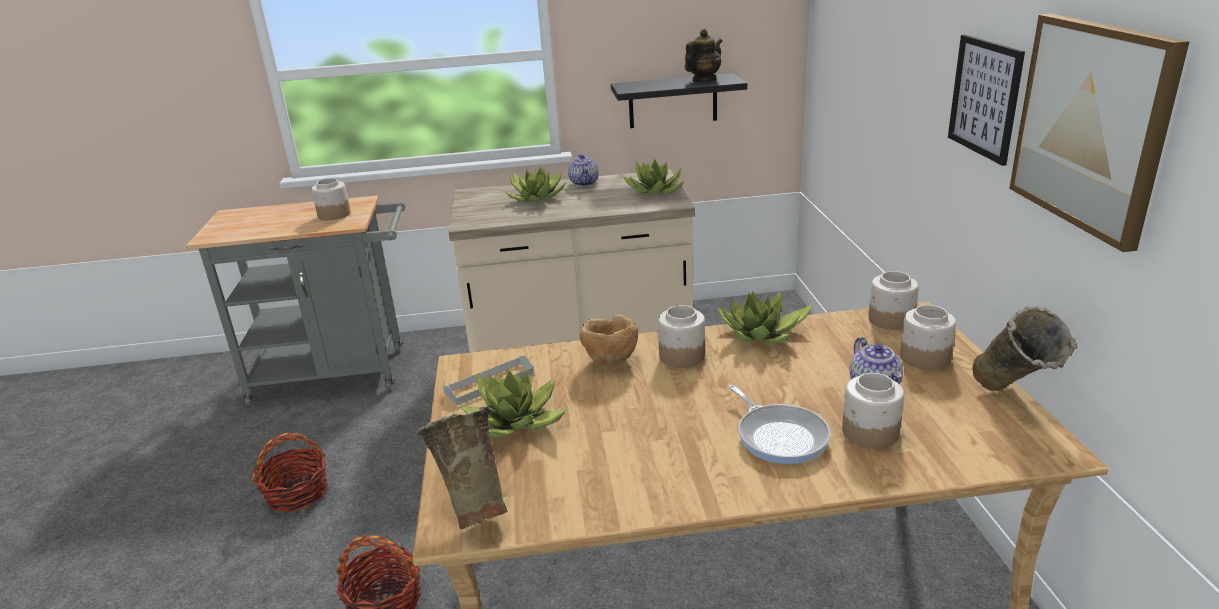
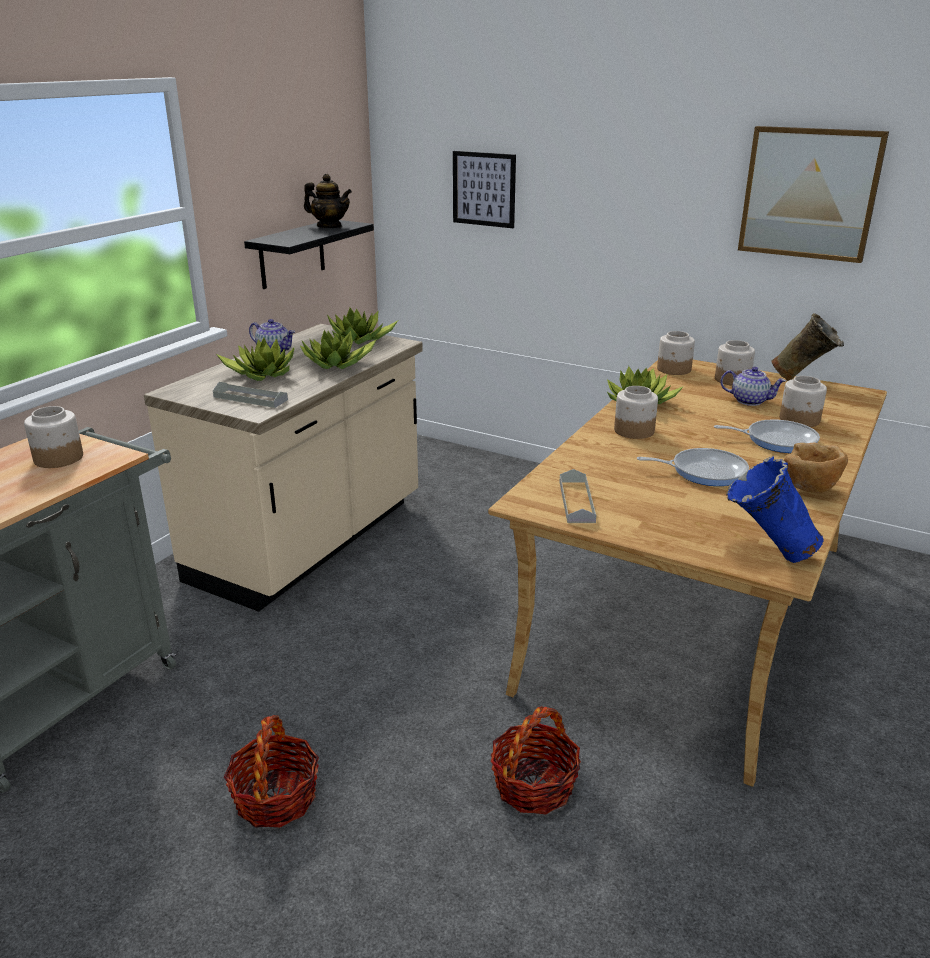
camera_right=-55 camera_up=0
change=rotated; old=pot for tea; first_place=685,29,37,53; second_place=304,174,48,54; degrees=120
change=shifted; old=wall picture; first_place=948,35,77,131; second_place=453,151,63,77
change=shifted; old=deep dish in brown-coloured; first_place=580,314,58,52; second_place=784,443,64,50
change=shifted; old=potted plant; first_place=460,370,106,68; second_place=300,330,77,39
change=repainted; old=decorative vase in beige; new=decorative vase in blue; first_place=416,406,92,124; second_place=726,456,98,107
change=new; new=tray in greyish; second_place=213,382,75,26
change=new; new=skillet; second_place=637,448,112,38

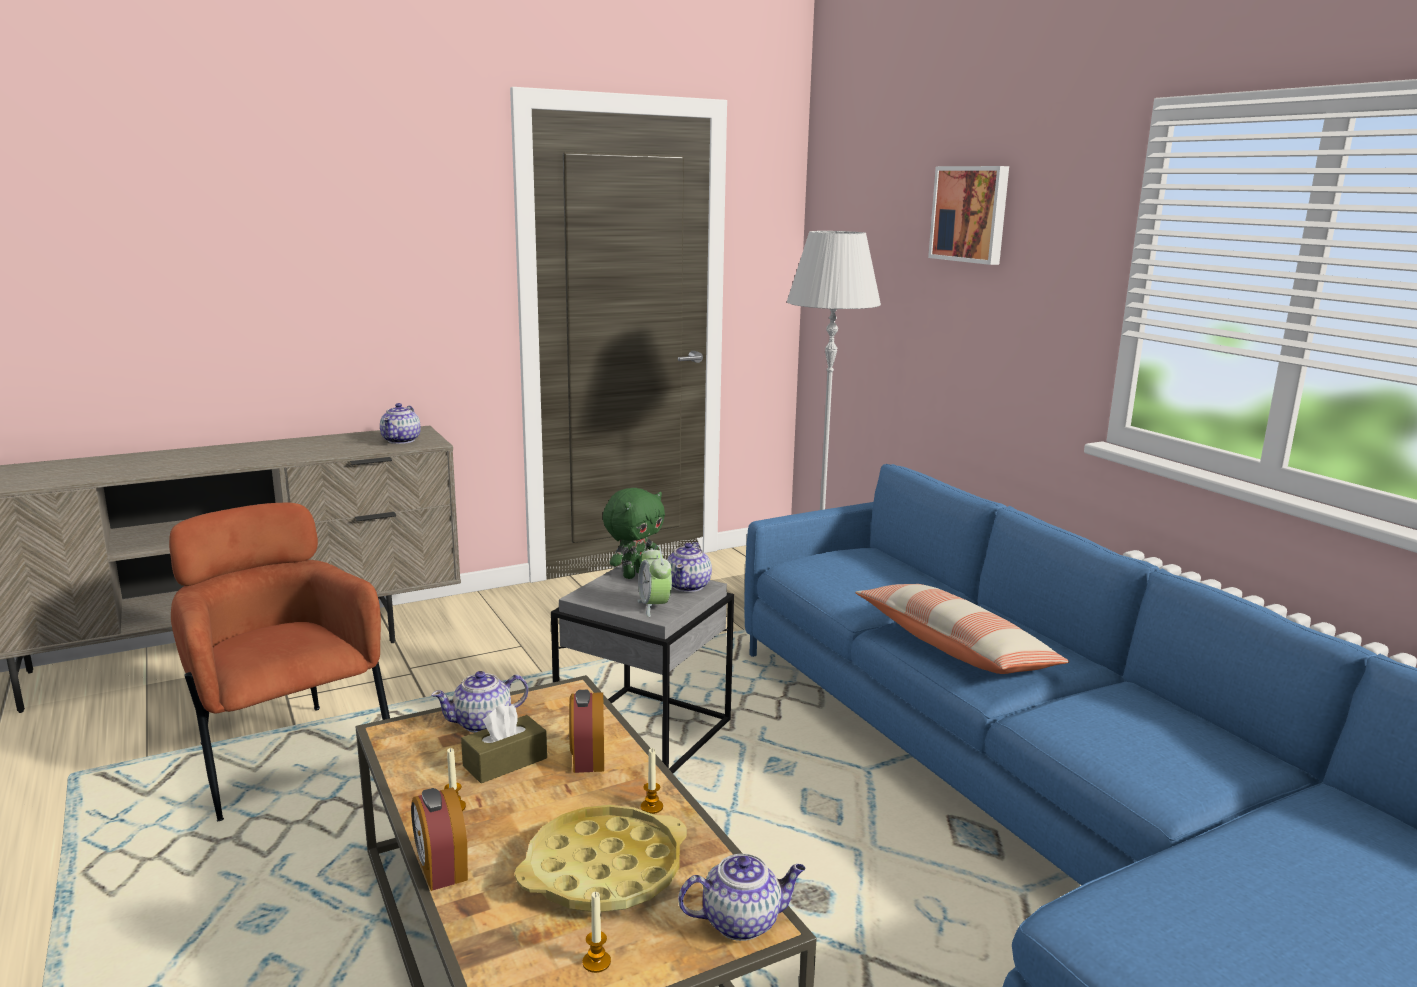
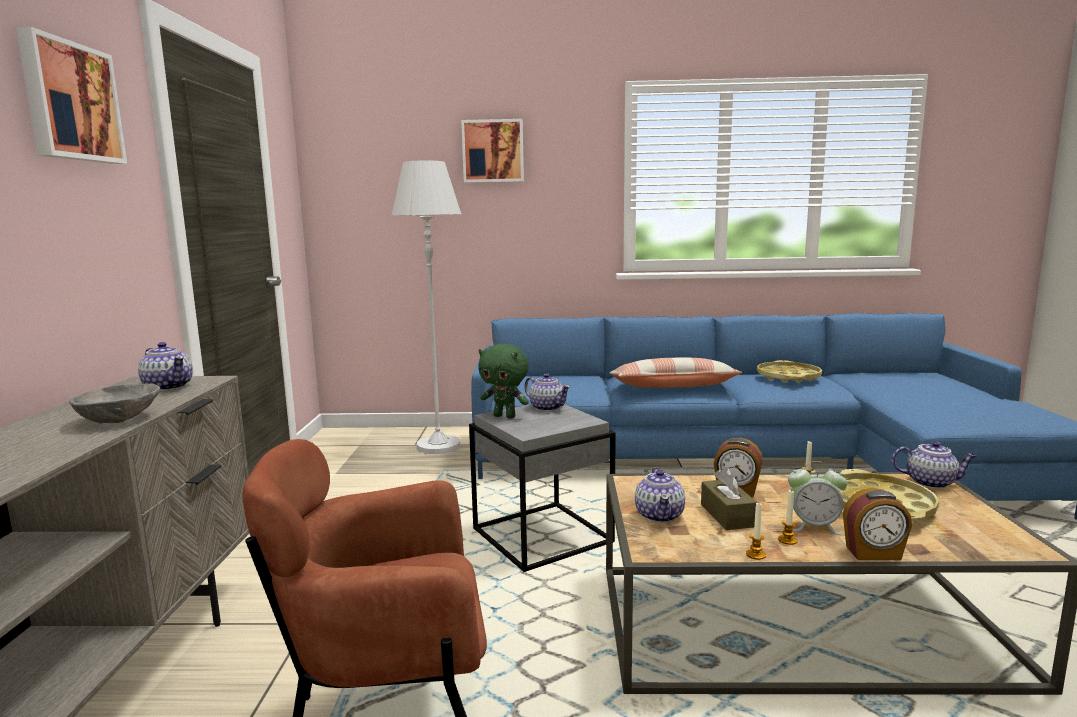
camera_right=-60 camera_up=-5
change=rotated; old=plush toy in green; first_place=603,488,62,91; second_place=478,344,51,75; degrees=135
change=shifted; old=bedside clock; first_place=637,545,35,72; second_place=788,461,59,74
change=rotated; old=pot for tea; first_place=678,854,127,87; second_place=892,441,84,47; degrees=90
change=shifted; old=wax light; first_place=583,892,28,81; second_place=746,503,20,57
change=new; new=wall picture; second_place=16,27,111,137
change=new; new=tray in yellow-coloured; second_place=757,360,65,22
change=new; new=deep dish in greyish; second_place=69,384,91,40

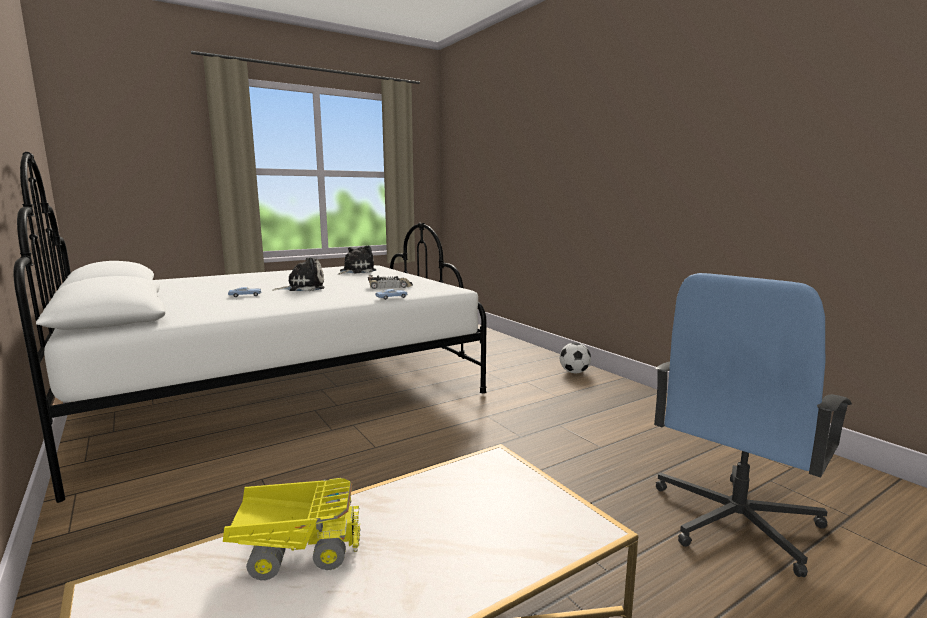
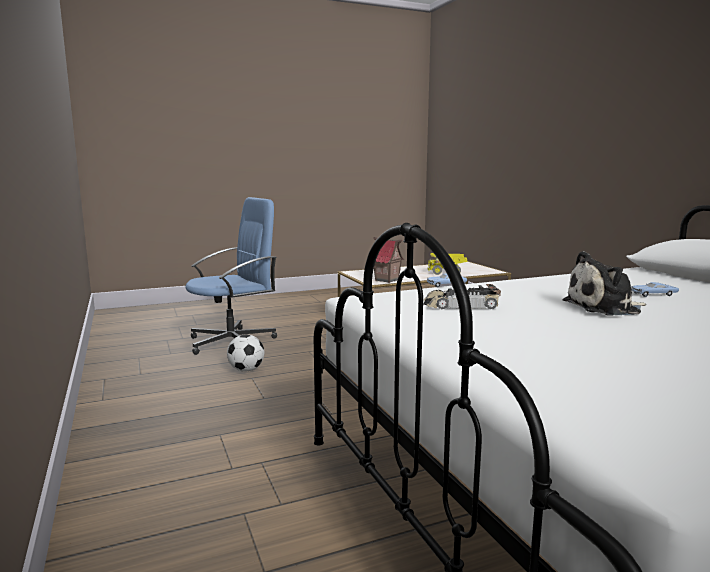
camera_right=-170 camera_up=0
change=gone; old=plush toy; first_place=338,245,38,30
change=shifted; old=football; first_place=560,343,31,30; second_place=227,334,37,38
change=new; new=model house; second_place=374,237,30,46

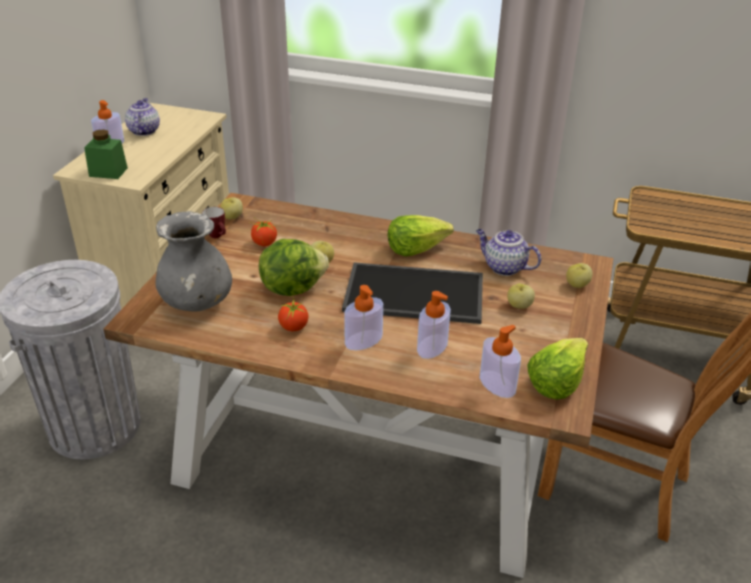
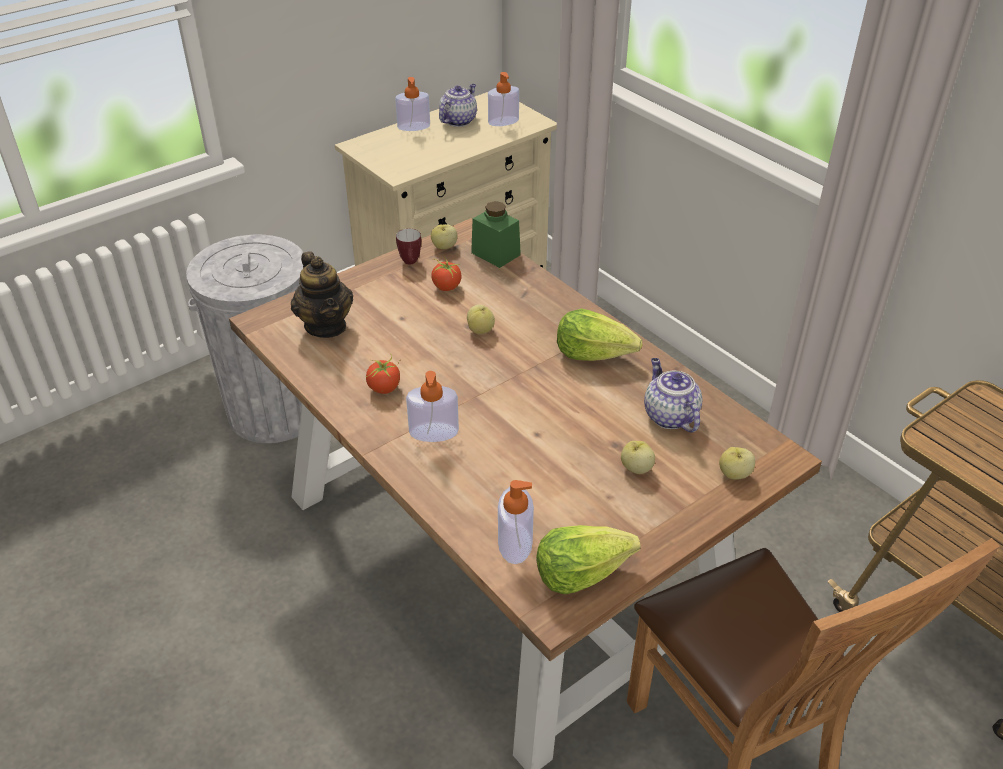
camera_right=35 camera_up=5
change=shifted; old=jar in green; first_place=84,129,44,50; second_place=471,201,50,67
change=swapped; old=decorative vase in greyish; new=pot for tea; first_place=155,211,77,101; second_place=291,251,62,87
change=gone; old=lettuce head; first_place=259,239,70,57
change=gone; old=tray; first_place=342,262,141,62
change=shifted; old=liquid soap bottle; first_place=417,291,34,68; second_place=488,72,31,54

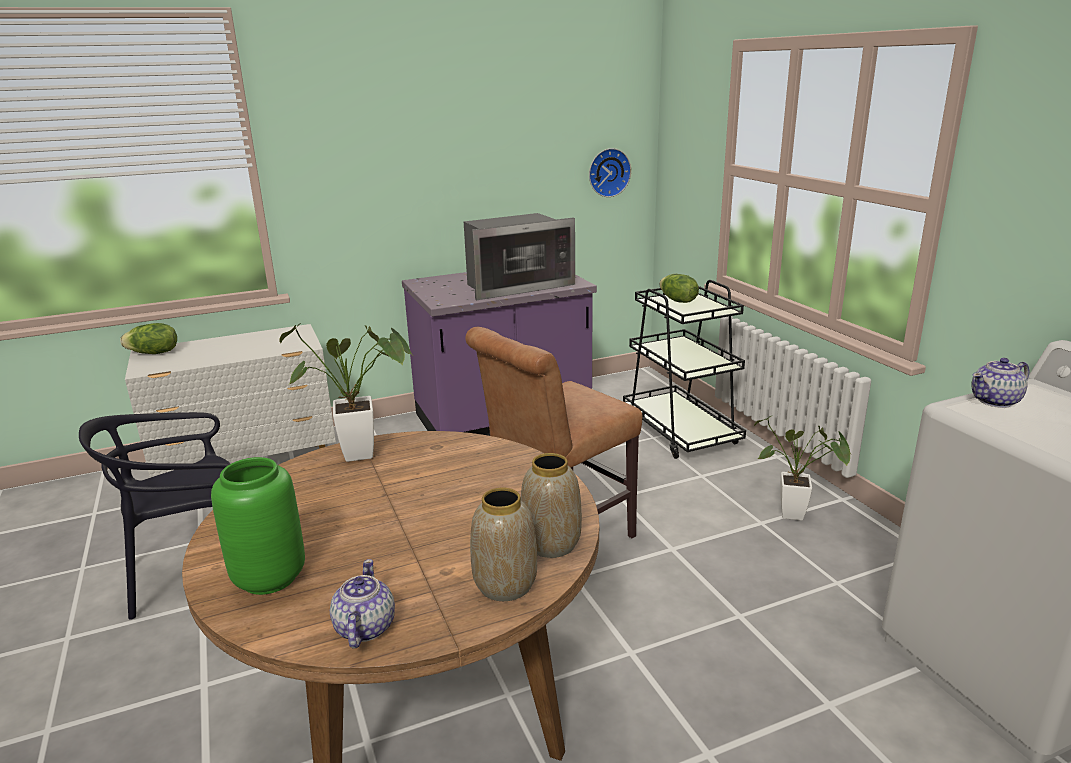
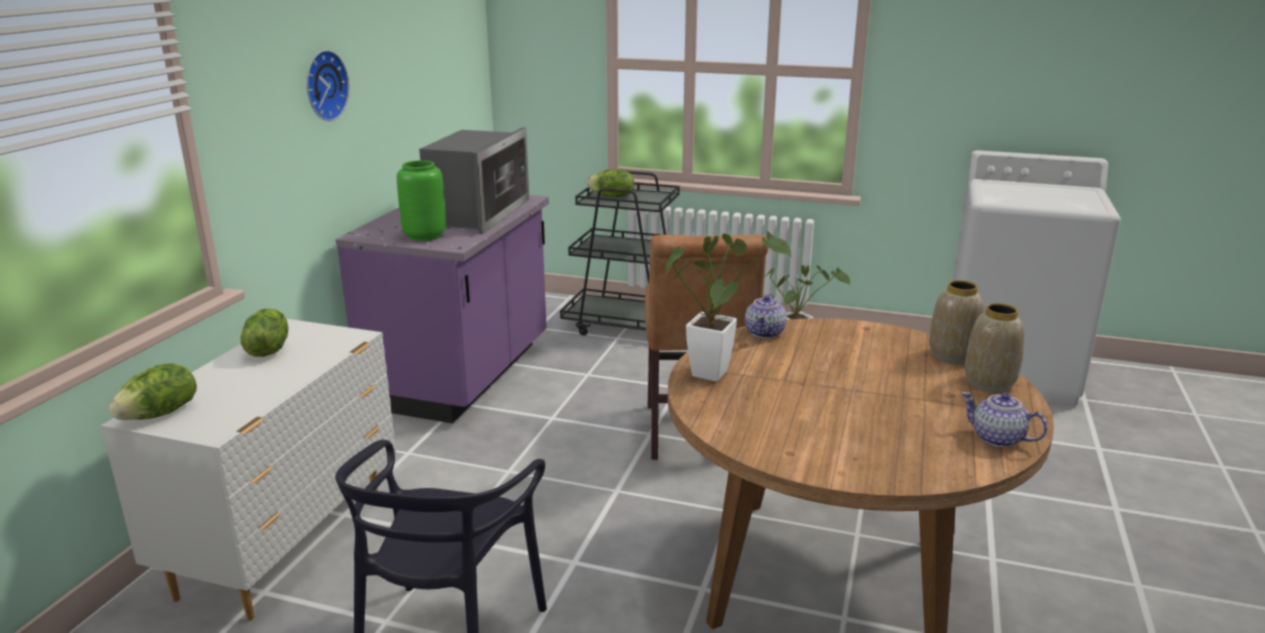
camera_right=-50 camera_up=0
change=shifted; old=clock on the wall; first_place=589,148,42,49; second_place=306,50,43,71
change=shifted; old=pot for tea; first_place=972,358,57,50; second_place=745,294,41,44
change=shifted; old=decorative vase in green; first_place=211,457,94,138; second_place=397,160,49,81
change=new; new=lettuce head; second_place=240,308,48,49

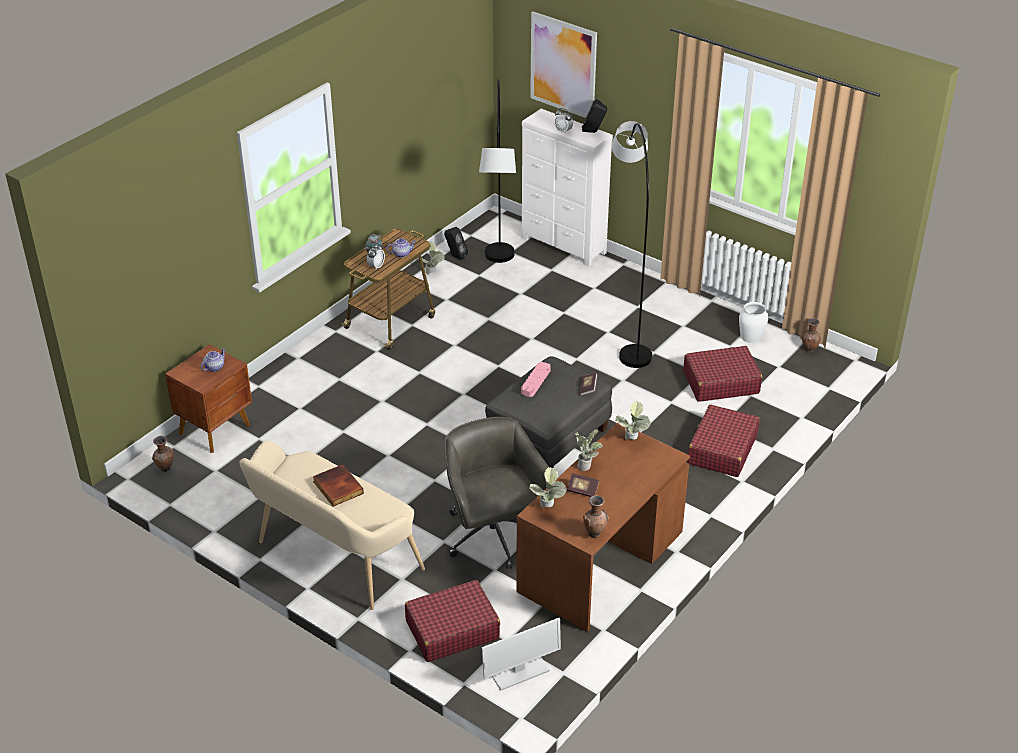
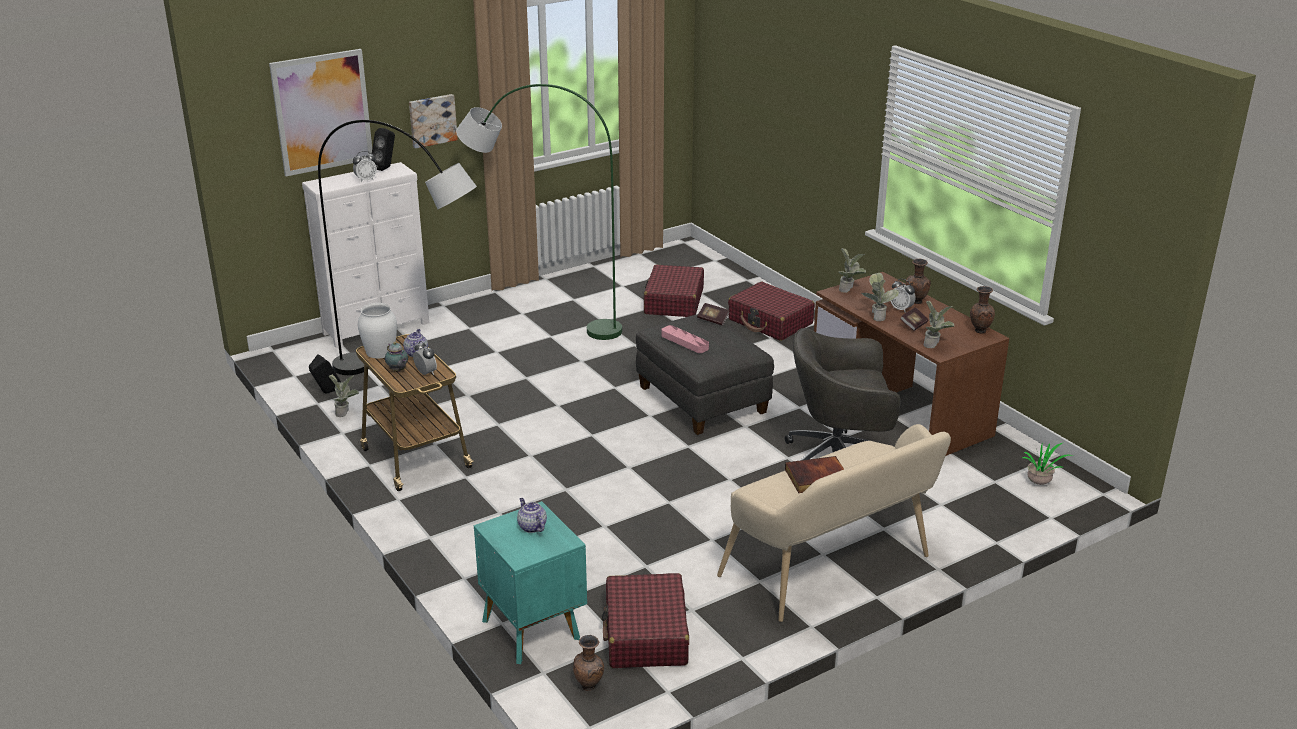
camera_right=-70 camera_up=-10
change=repainted; old=floor lamp in greyish; new=floor lamp in green; first_place=612,121,40,247; second_place=456,84,166,256
change=shifted; old=decorative vase in whitish; first_place=739,302,29,41; second_place=358,303,39,55
change=shifted; old=decorative vase in brown-coloured; first_place=802,318,19,35; second_place=906,259,25,45
change=repainted; old=night table in brown-coloured; new=night table in turquoise-coloured; first_place=165,344,87,109; second_place=474,501,113,163
change=shifted; old=suitcase in reddish; first_place=405,580,95,82; second_place=602,573,87,95
change=swapped; old=computer display; new=potted plant; first_place=482,618,79,73; second_place=1021,443,52,42
change=new; new=wall picture; second_place=409,94,49,55
change=new; new=bedside clock; second_place=890,279,26,34

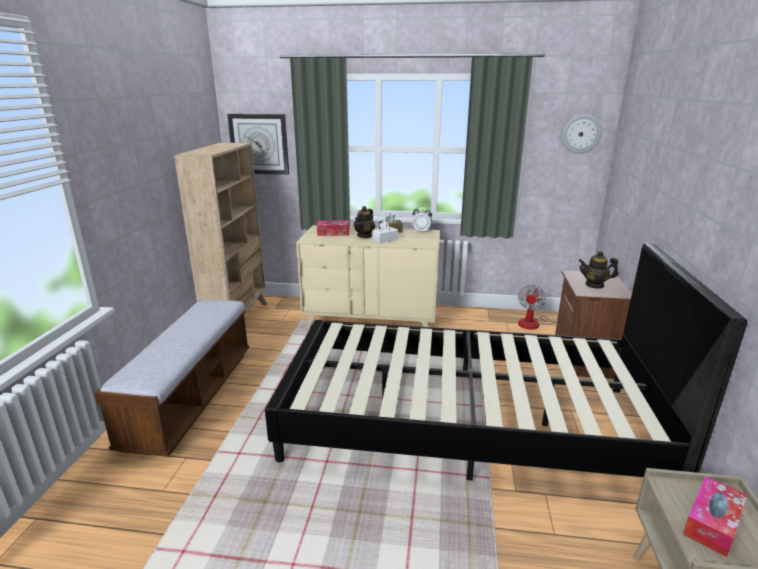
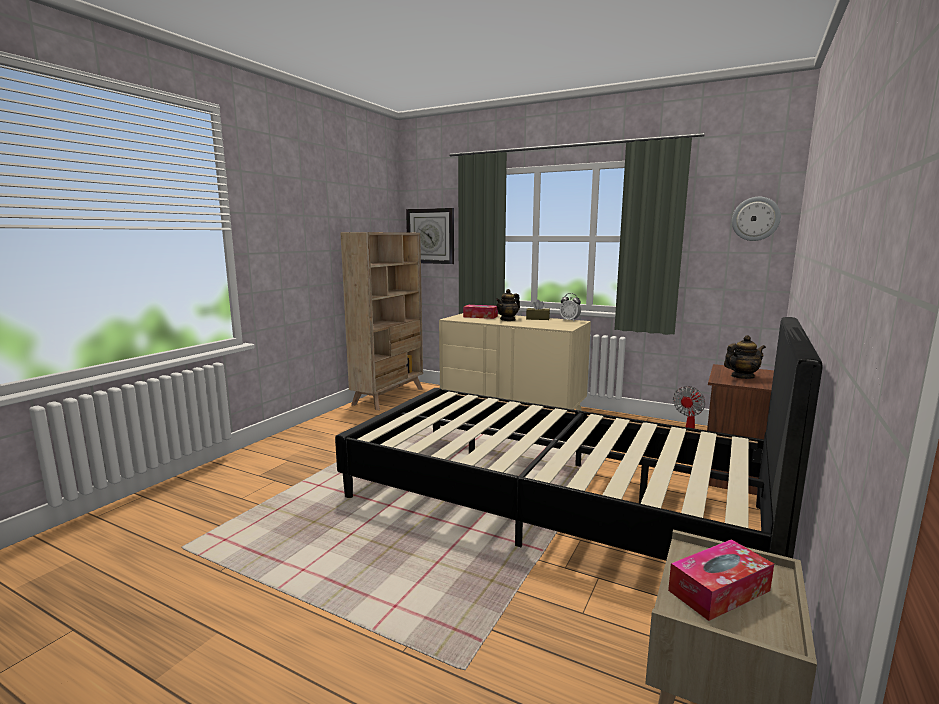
camera_right=20 camera_up=-10
change=gone; old=box of tissues in whitish; first_place=372,221,26,22
change=rotated; old=pot for tea; first_place=578,251,40,38; second_place=724,335,42,44; degrees=135
change=gone; old=bench; first_place=94,300,155,157

